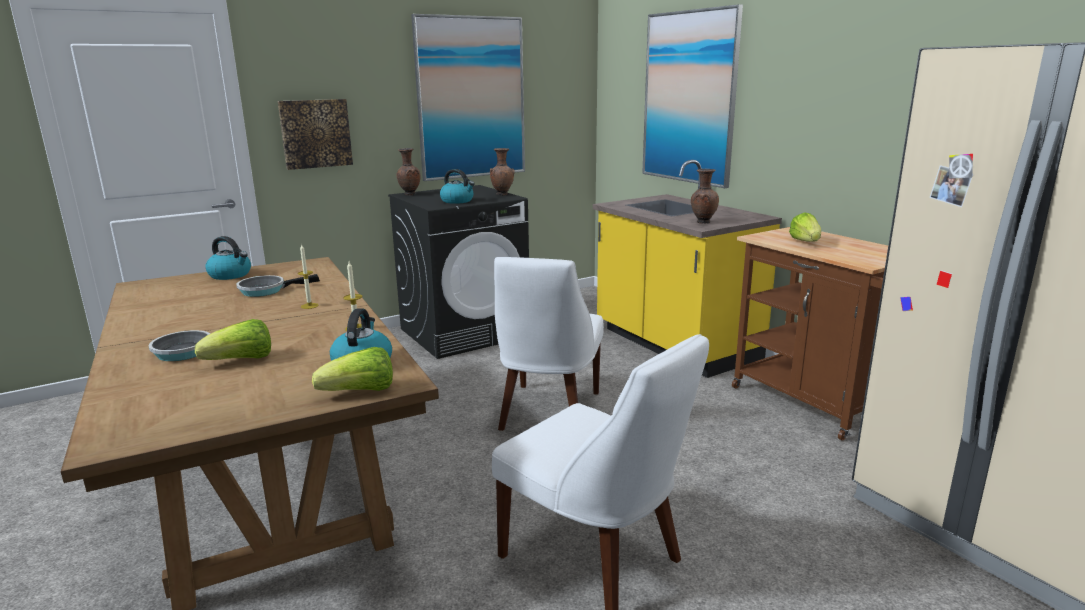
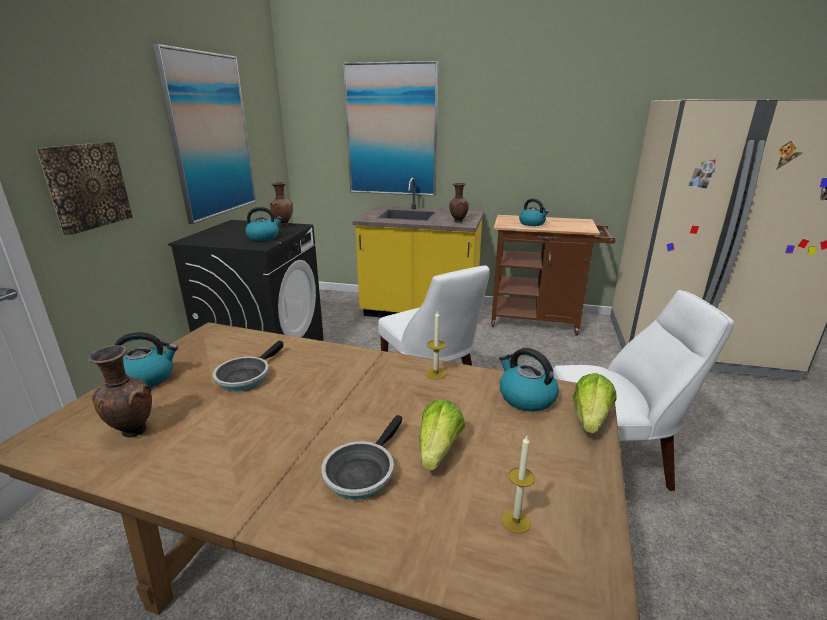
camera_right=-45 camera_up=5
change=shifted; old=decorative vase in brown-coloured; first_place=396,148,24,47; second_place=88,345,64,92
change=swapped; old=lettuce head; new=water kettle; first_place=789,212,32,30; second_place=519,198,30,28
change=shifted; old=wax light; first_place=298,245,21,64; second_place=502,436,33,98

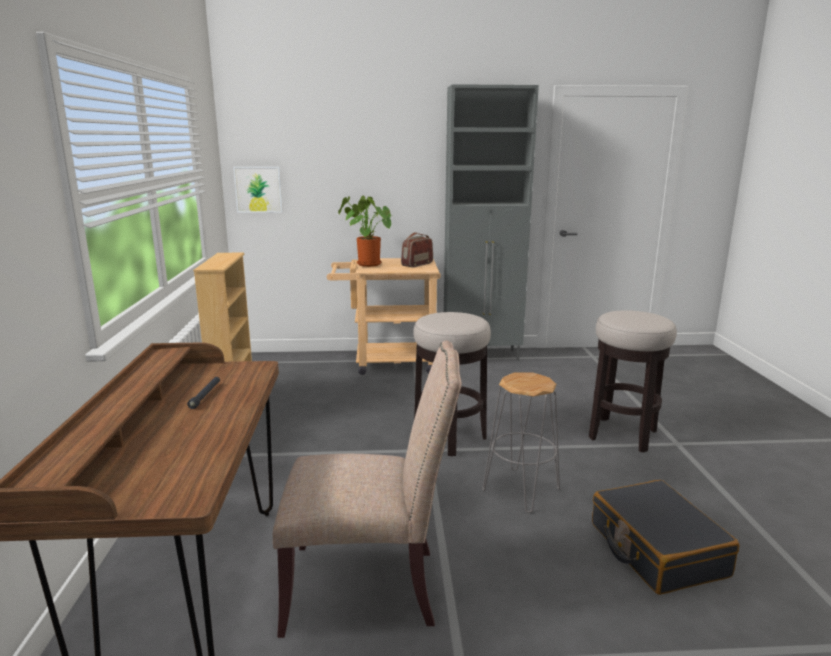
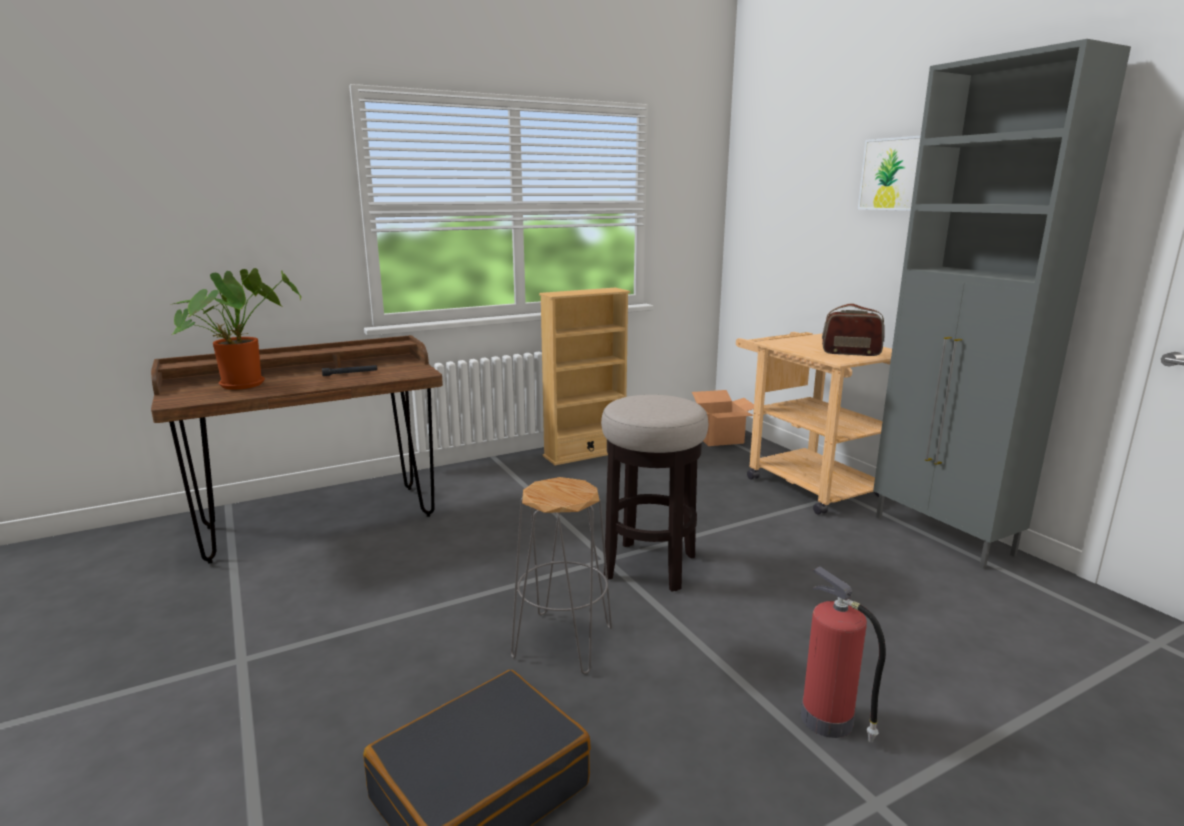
camera_right=65 camera_up=0
change=shifted; old=wall picture; first_place=233,167,50,46; second_place=858,136,63,75
change=shifted; old=potted plant; first_place=338,195,53,72; second_place=172,268,129,122
change=swapped; old=stool seat; new=fire extinguisher; first_place=589,310,88,142; second_place=801,566,85,177
change=gone; old=plain chair in beige; first_place=273,341,189,297
change=new; new=carton; second_place=692,390,62,56

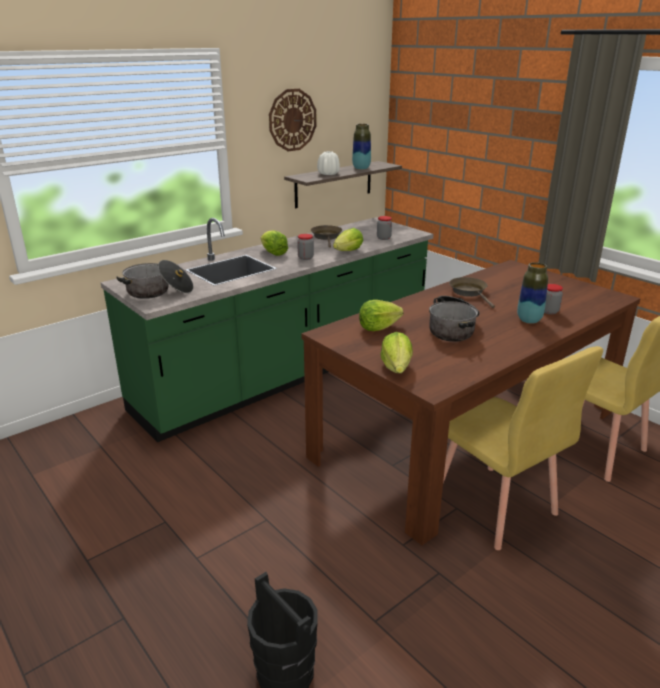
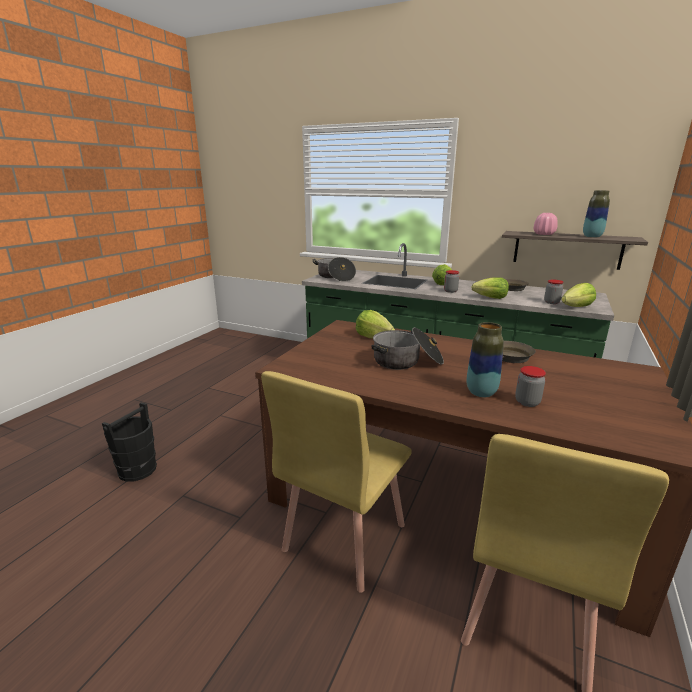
camera_right=65 camera_up=-5
change=gone; old=clock on the wall; first_place=269,89,47,62
change=repainted; old=decorative vase in whitish; new=decorative vase in pinkish; first_place=317,151,23,24; second_place=534,213,24,22
change=shifted; old=lettuce head; first_place=381,332,32,41; second_place=561,283,35,24

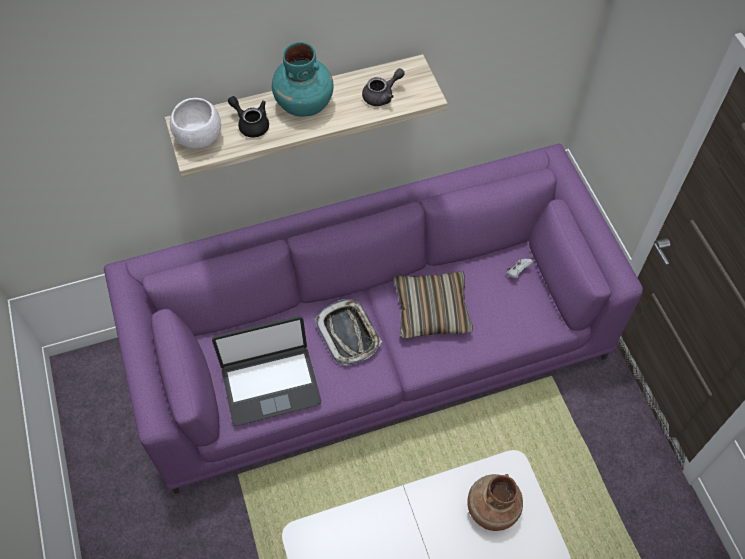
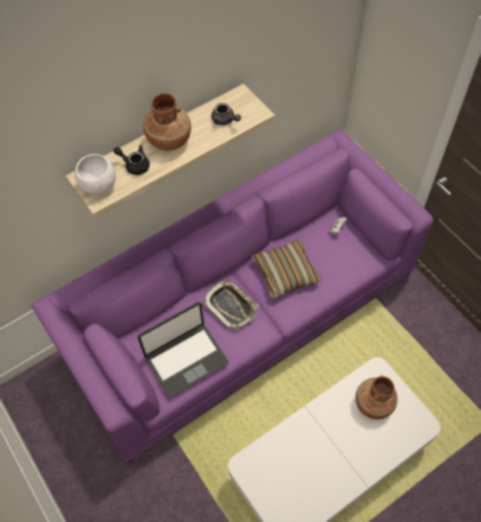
camera_right=-15 camera_up=0
change=repainted; old=decorative vase in turquoise-coloured; new=decorative vase in brown-coloured; first_place=272,42,62,74; second_place=143,93,48,58
change=rotated; old=pot for tea in greyish; first_place=362,68,43,38; second_place=211,103,30,22; degrees=90

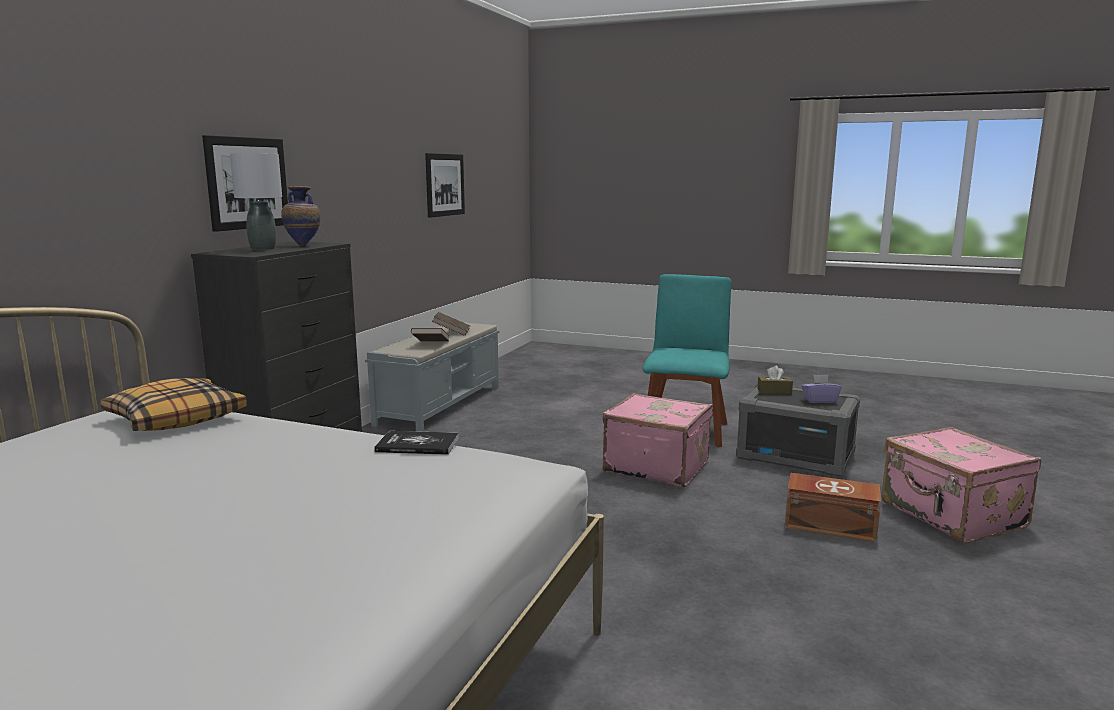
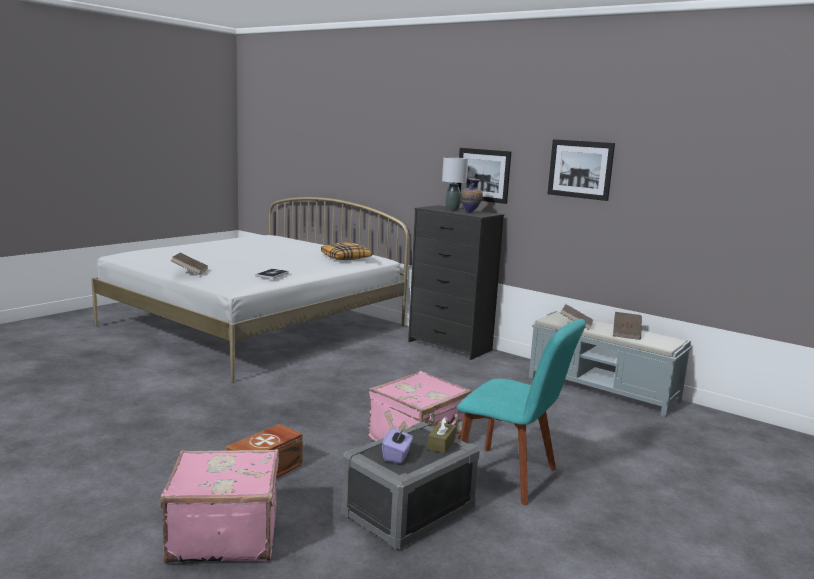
camera_right=105 camera_up=0
change=shifted; old=wall picture; first_place=425,153,40,65; second_place=548,139,67,62
change=new; new=volume in brown-coloured; second_place=171,253,37,22

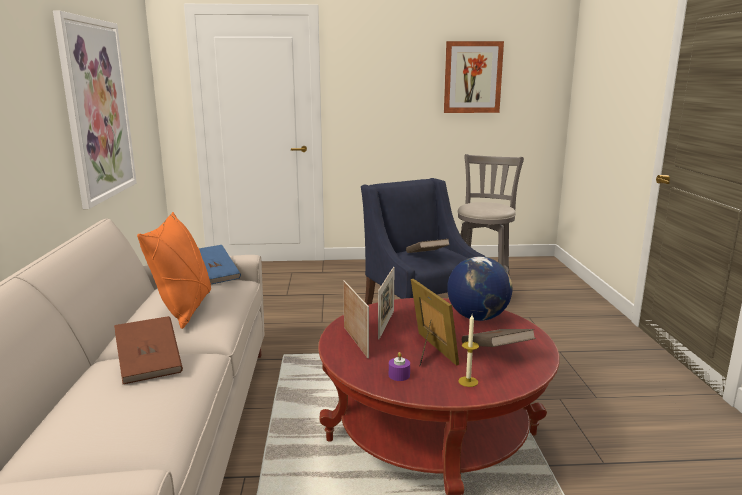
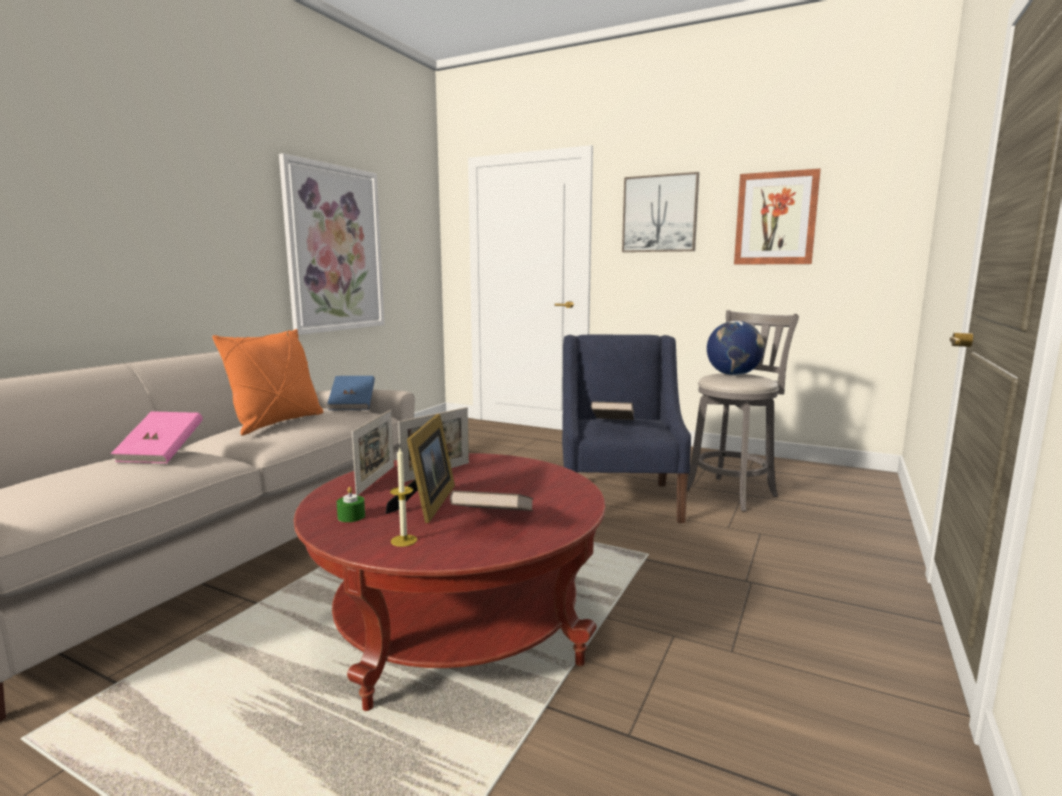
camera_right=30 camera_up=-5
change=shifted; old=desk globe; first_place=447,257,65,64; second_place=707,321,57,55
change=repainted; old=volume in brown-coloured; new=volume in pinkish; first_place=114,316,69,68; second_place=111,411,92,52
change=repainted; old=wax light in purplish; new=wax light in green; first_place=389,352,21,29; second_place=337,487,28,35
change=new; new=wall picture; second_place=622,172,77,80

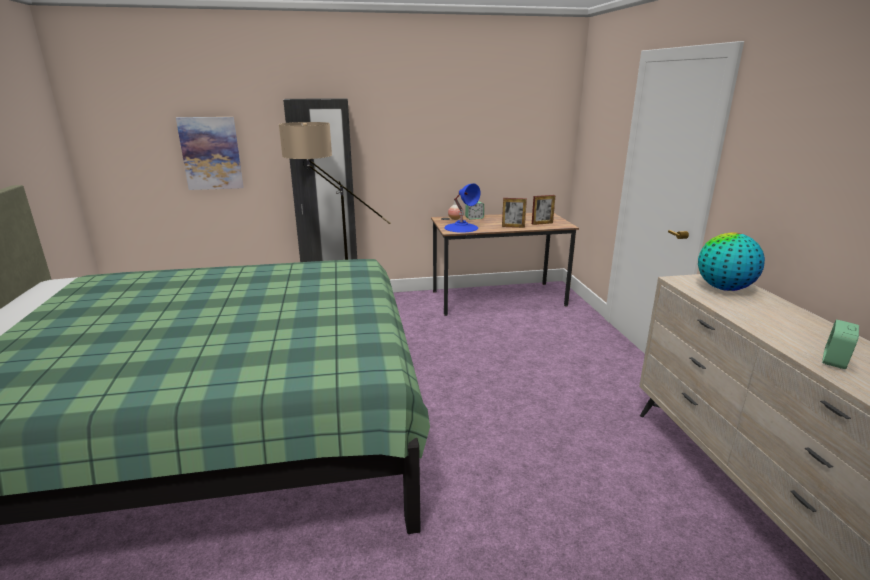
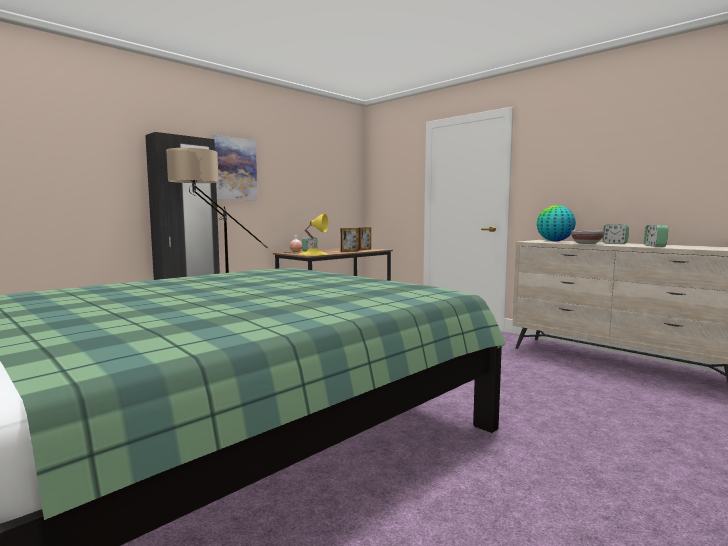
camera_right=-35 camera_up=-15
change=shifted; old=wall picture; first_place=176,117,68,73; second_place=212,135,45,65
change=repainted; old=lamp for a table in blue; new=lamp for a table in yellow-coloured; first_place=444,183,37,50; second_place=299,214,29,41
change=new; new=bedside clock; second_place=603,224,26,20
change=new; new=deep dish; second_place=571,230,33,14

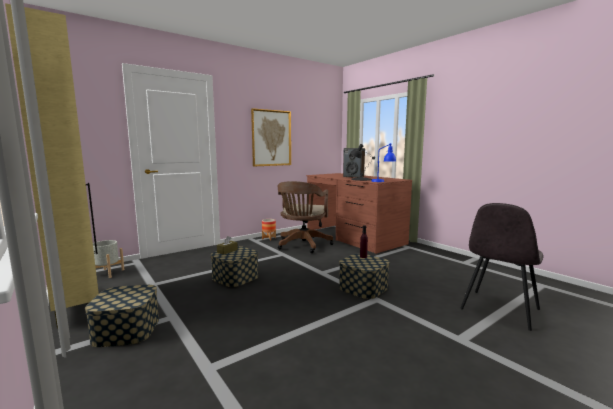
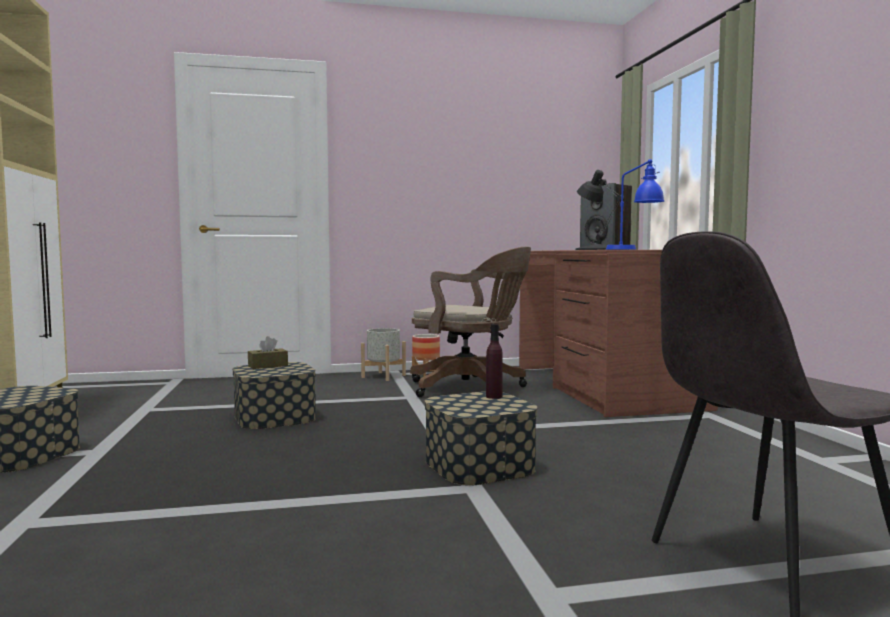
camera_right=25 camera_up=-5
change=gone; old=wall picture; first_place=251,108,40,58
change=rotated; old=desk chair in brown-coloured; first_place=278,181,56,72; second_place=410,247,121,150; degrees=-105
change=shifted; old=flower pot in greyish; first_place=93,240,31,38; second_place=361,328,45,53

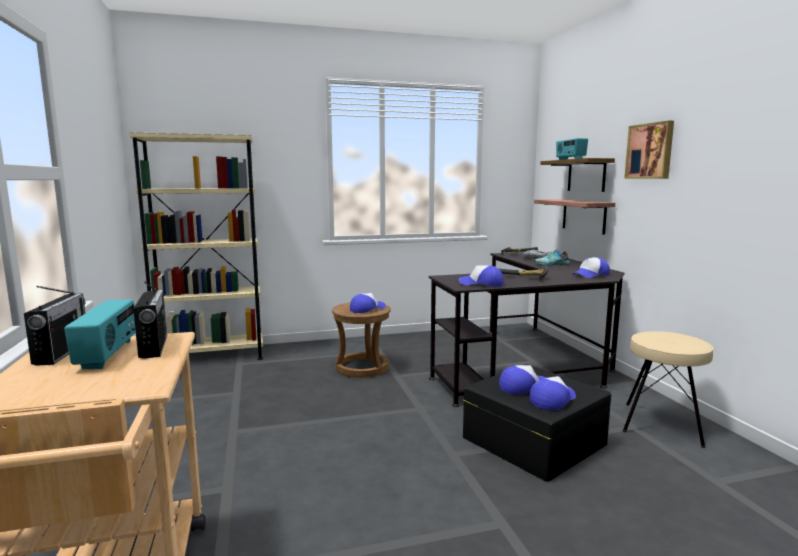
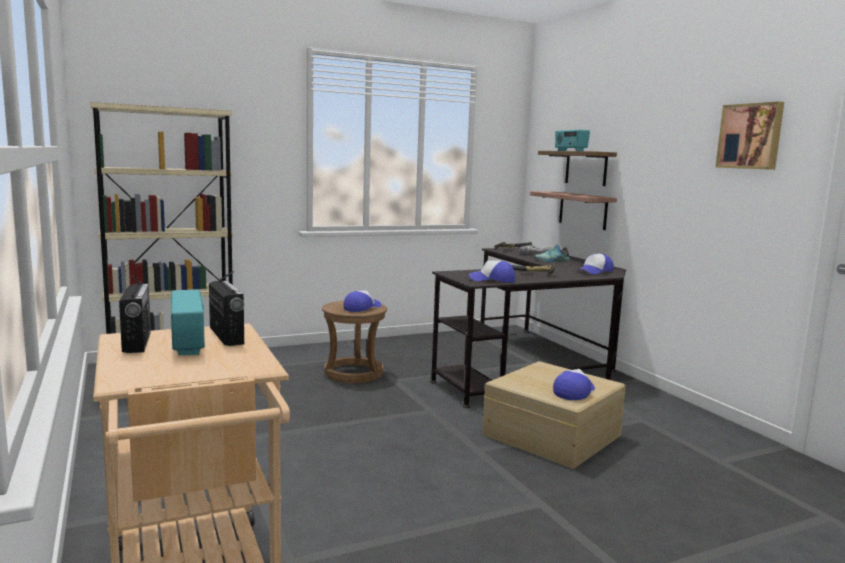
camera_right=-10 camera_up=0
change=shifted; old=wall picture; first_place=624,121,50,58; second_place=715,102,69,68
change=gone; old=stool seat in beige; first_place=623,331,91,117
change=repainted; old=storage box in black-coloured; new=storage box in beige; first_place=463,364,148,118; second_place=482,361,144,108
change=gone; old=peaked cap; first_place=499,365,47,29

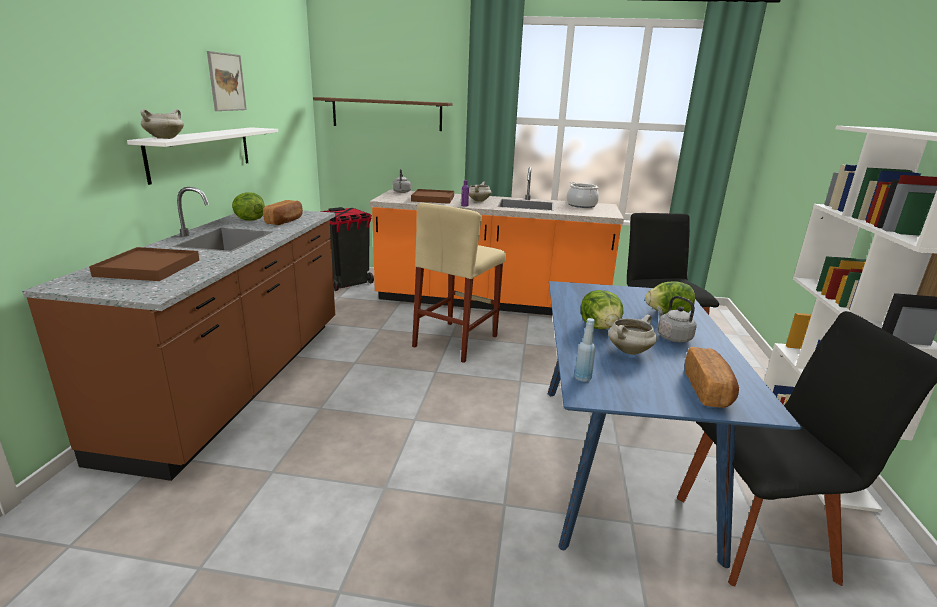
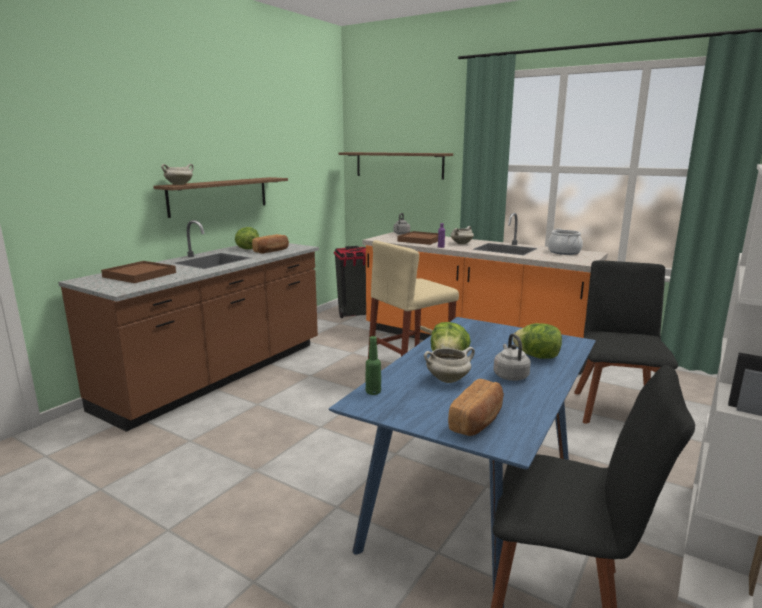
camera_right=25 camera_up=-5
change=gone; old=wall picture; first_place=207,51,40,60
change=repainted; old=shelf in whitish; new=shelf in brown-coloured; first_place=127,127,151,58; second_place=153,177,135,41
change=repainted; old=drink bottle in blue; new=drink bottle in green; first_place=574,318,22,64; second_place=366,336,15,59

